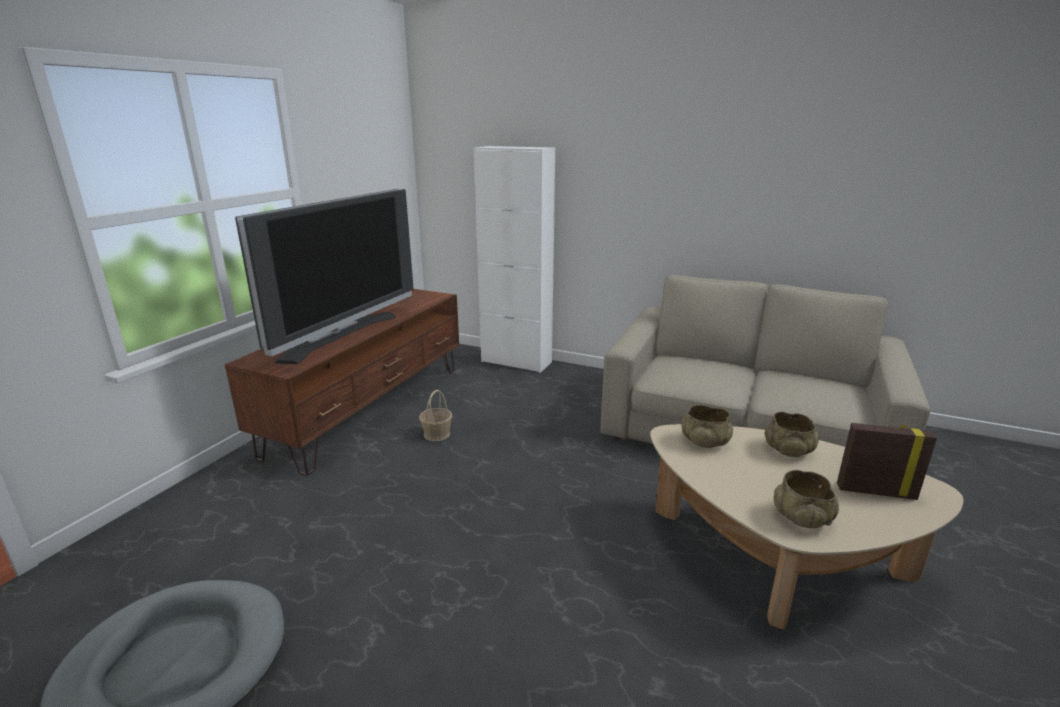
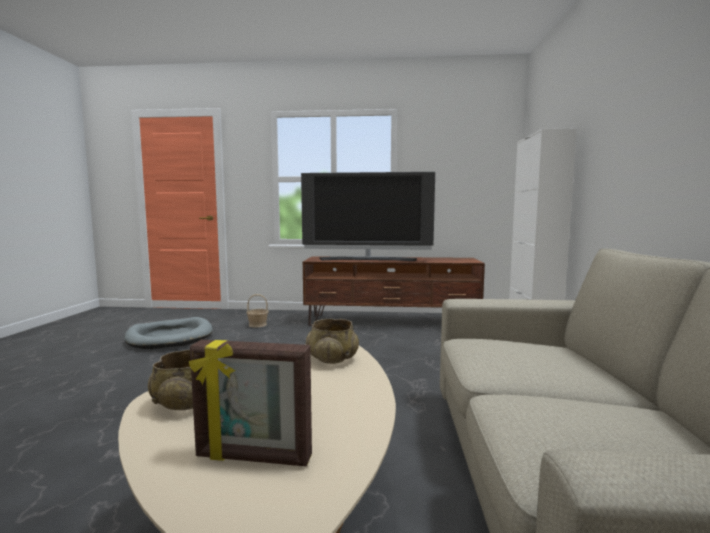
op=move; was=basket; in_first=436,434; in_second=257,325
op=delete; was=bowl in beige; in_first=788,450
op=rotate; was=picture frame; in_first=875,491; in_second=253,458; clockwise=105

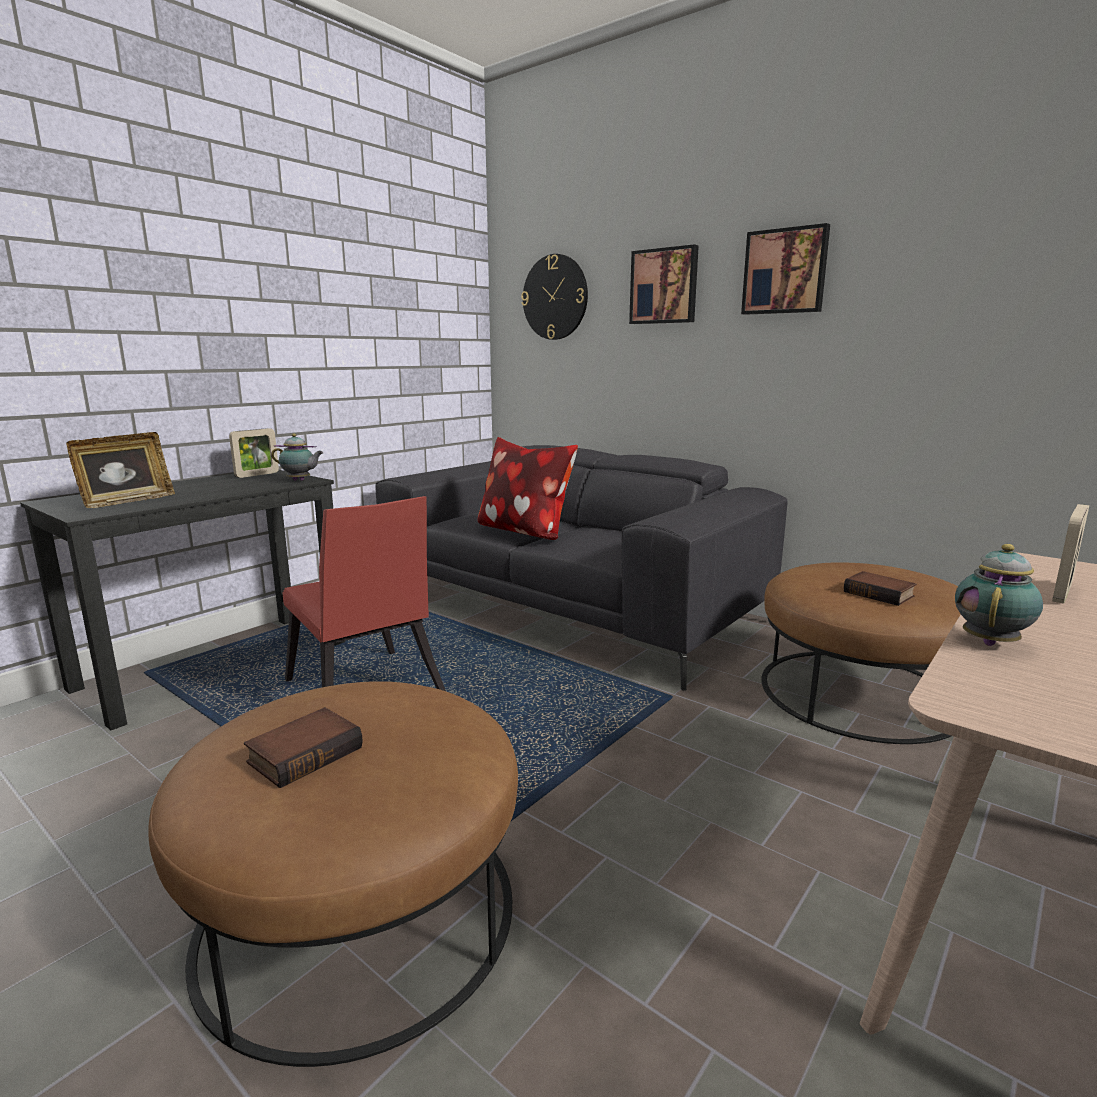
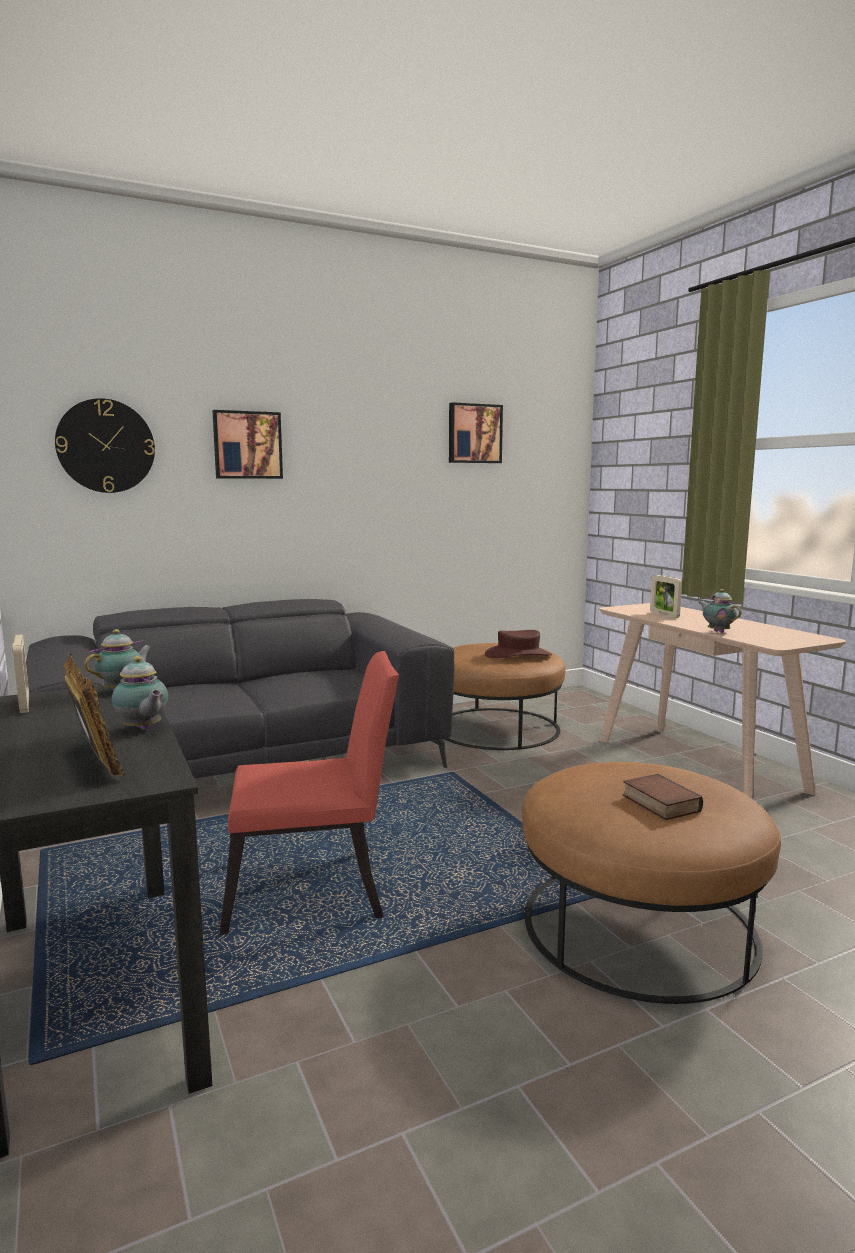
op=delete; was=pillow; in_first=524,532
op=move; was=picture; in_first=785,271; in_second=474,433
op=replace; was=book; now=hat in brown; in_first=880,594; in_second=518,655
op=insert; now=teapot; in_second=143,729

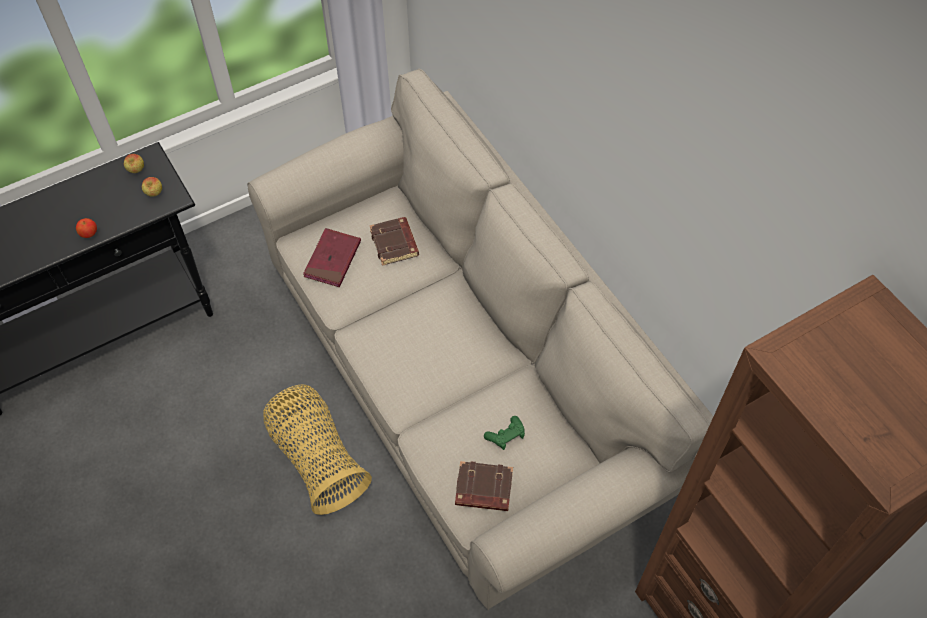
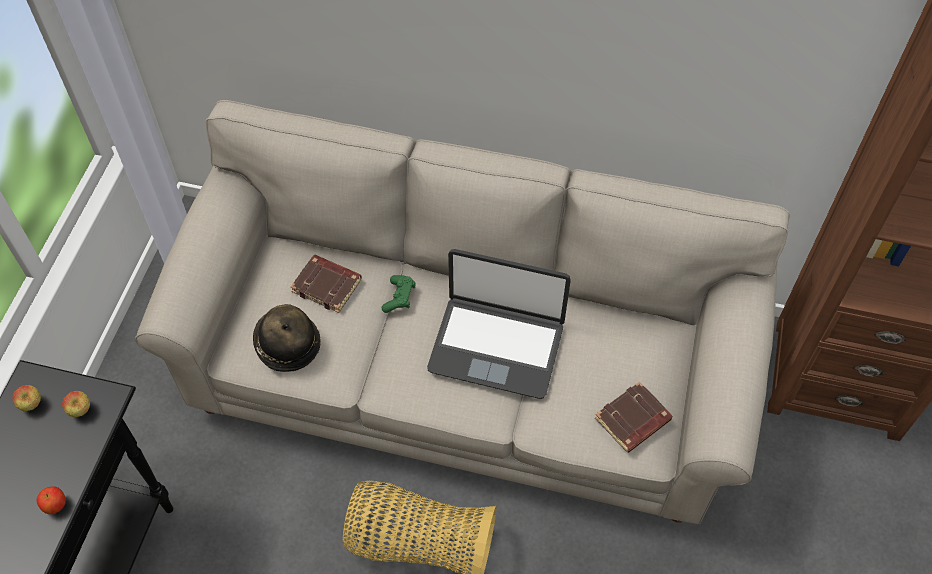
op=replace; was=book in red; now=hat; in_first=332,259; in_second=287,344
op=move; was=game controller in green; in_first=506,436; in_second=399,298
op=insert; now=laptop; in_second=496,346

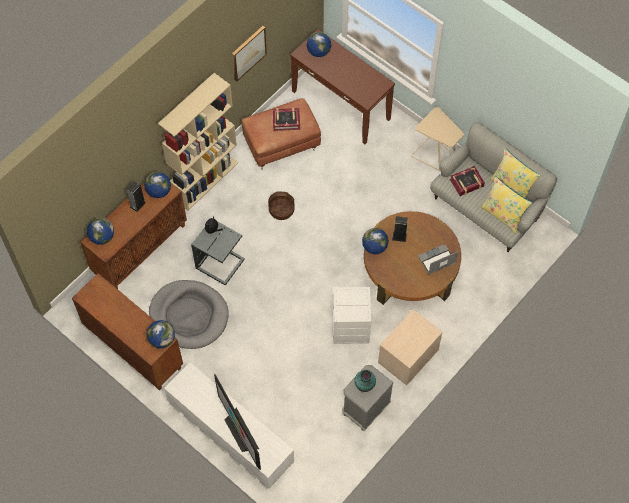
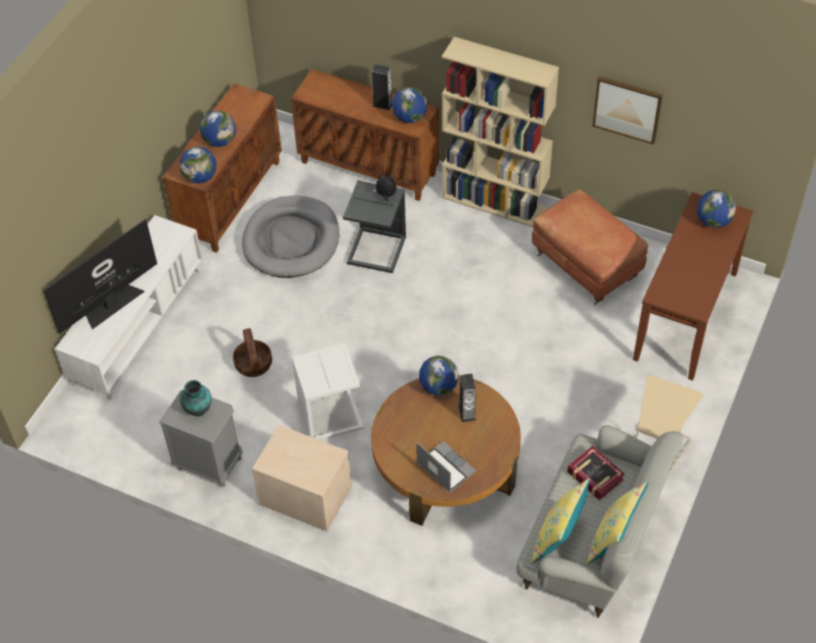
op=move; was=globe; in_first=102,237; in_second=220,141
op=move; was=basket; in_first=281,210; in_second=254,364
op=delete; was=book; in_first=286,121

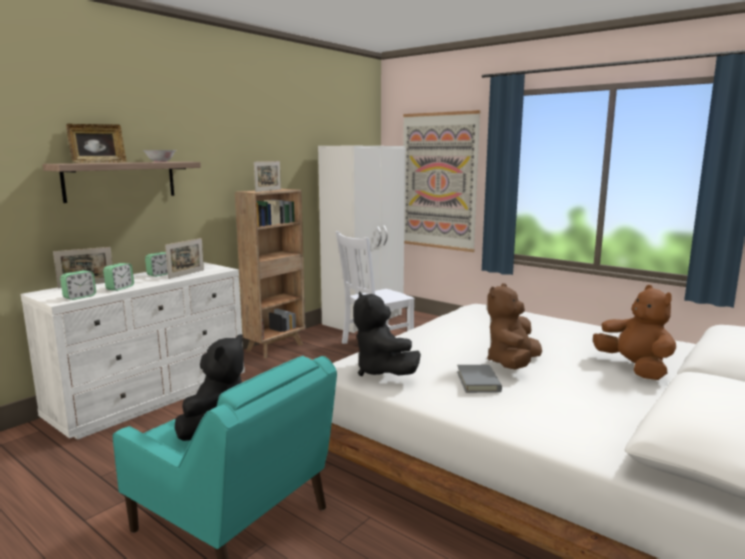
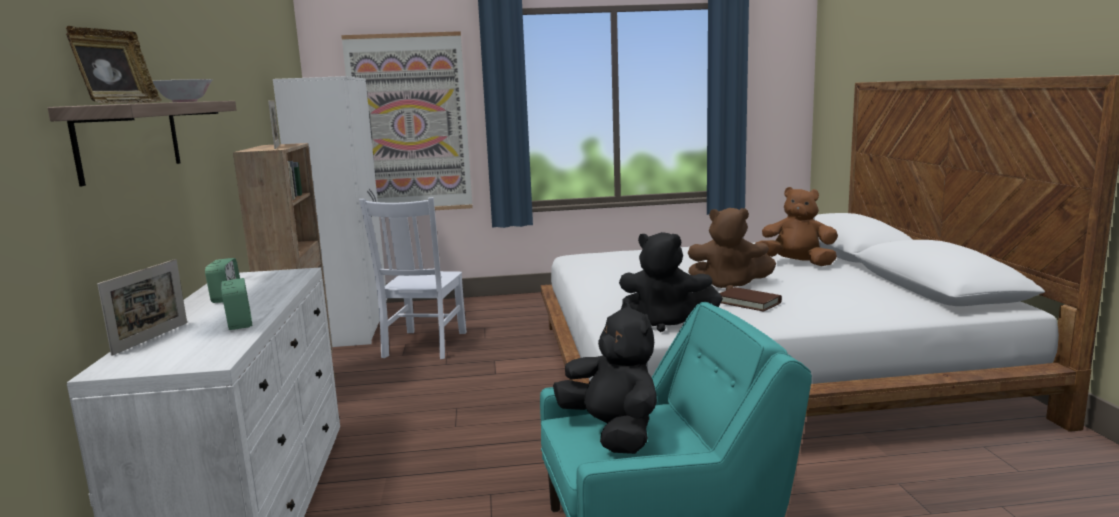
op=delete; was=alarm clock; in_first=79,297
op=delete; was=picture frame; in_first=186,274
op=recolor; was=book in grey; now=book in brown; in_first=478,381; in_second=749,302
op=rotate; was=plush toy in brown; in_first=512,364; in_second=729,285; clockwise=-60

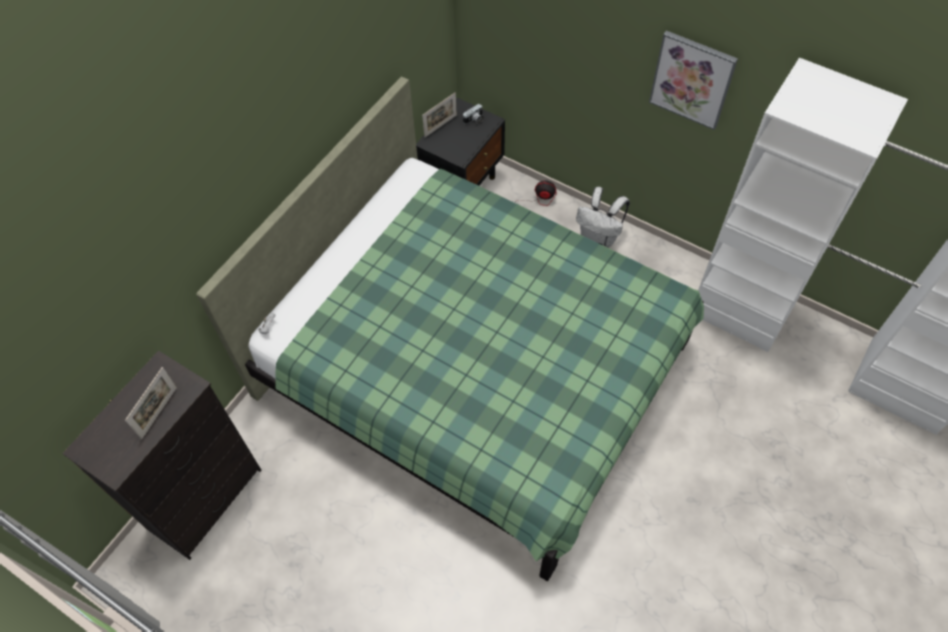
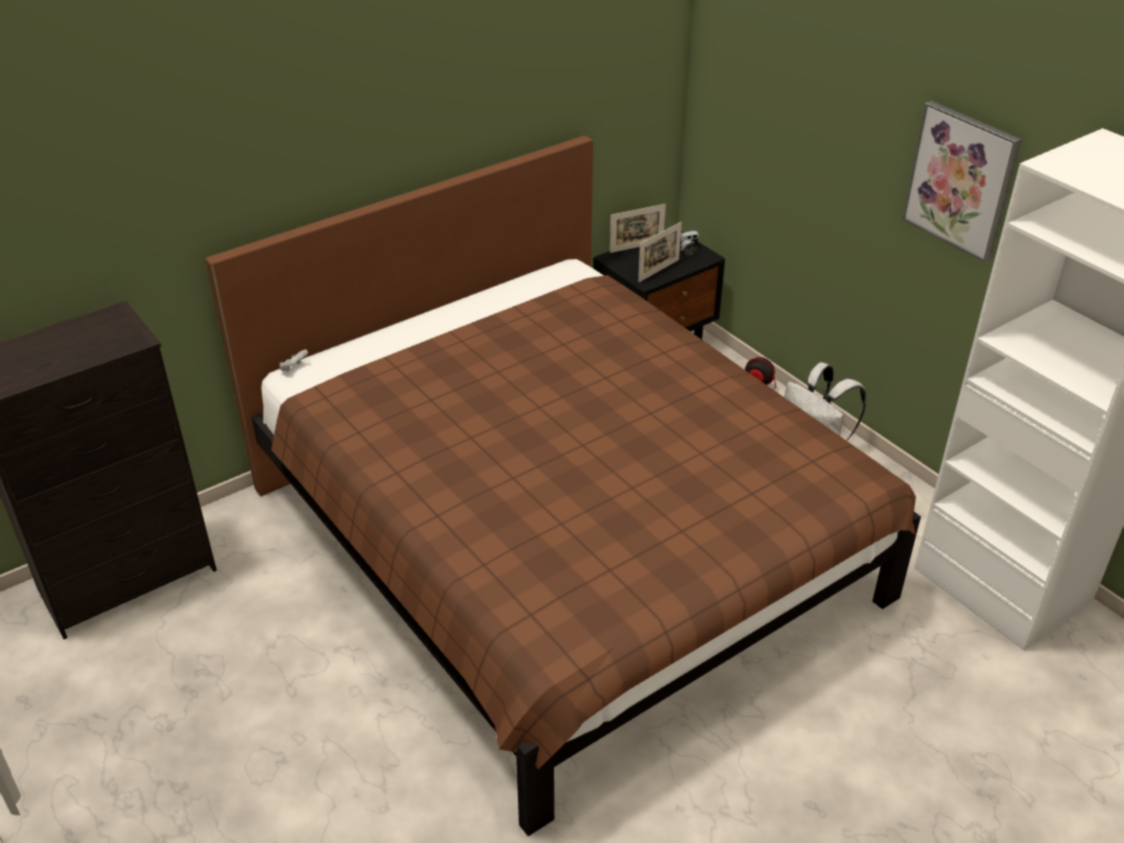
op=move; was=picture frame; in_first=159,412; in_second=658,271
op=recolor; was=bed in green; now=bed in brown; in_first=474,369; in_second=561,544

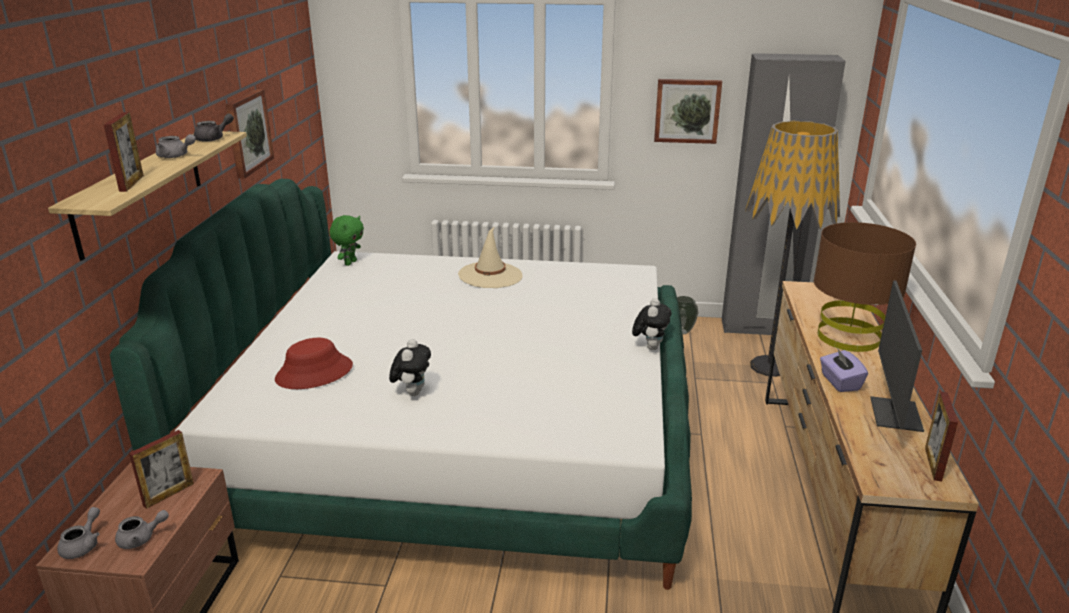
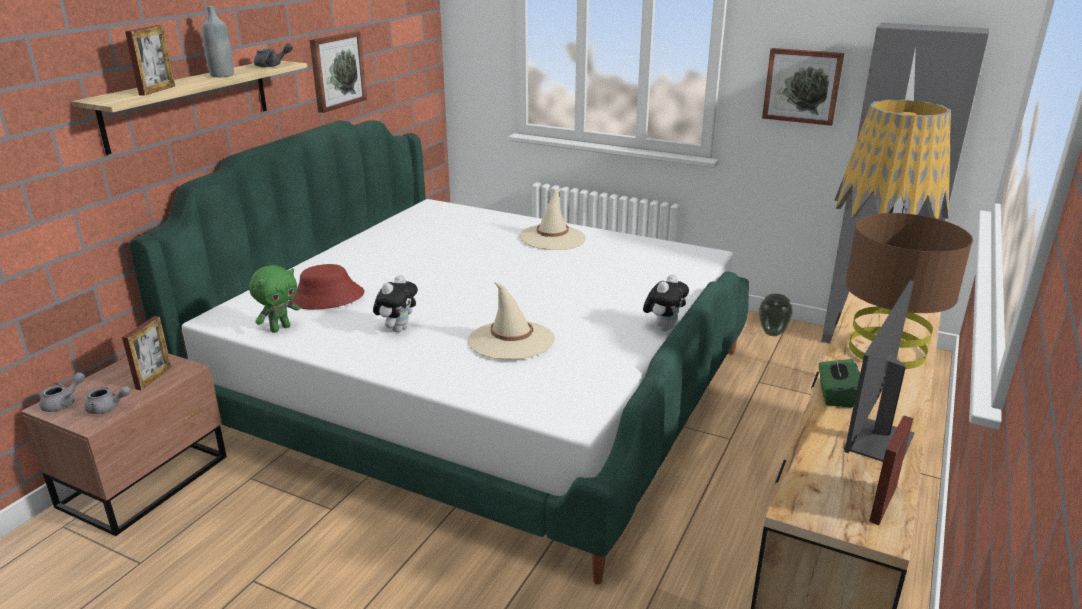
op=rotate; was=picture frame; in_first=168,494; in_second=154,378; clockwise=-45
op=replace; was=teapot in grey; now=bottle in grey; in_first=176,156; in_second=222,75
op=move; was=plush toy in green; in_first=350,262; in_second=280,328
op=recolor; was=tissue box in purple; now=tissue box in green; in_first=839,382; in_second=835,395
op=insert; now=hat in beige; in_second=511,341

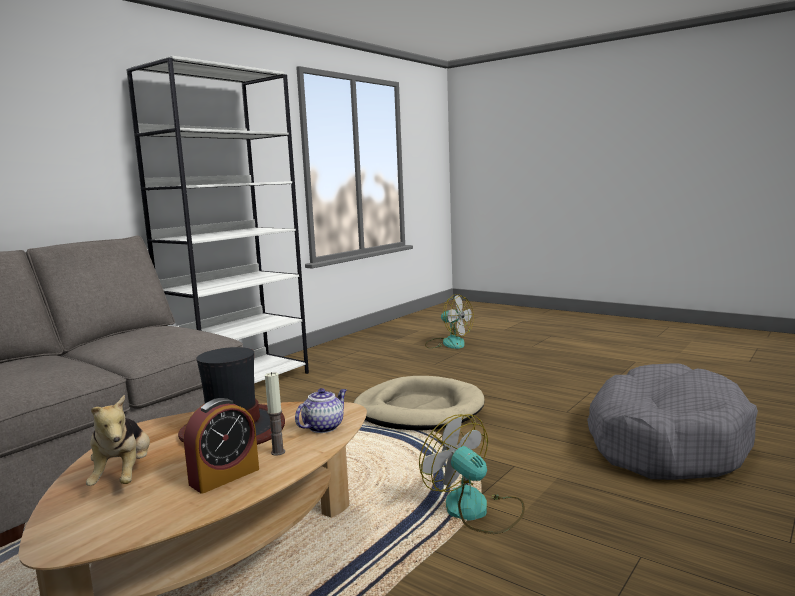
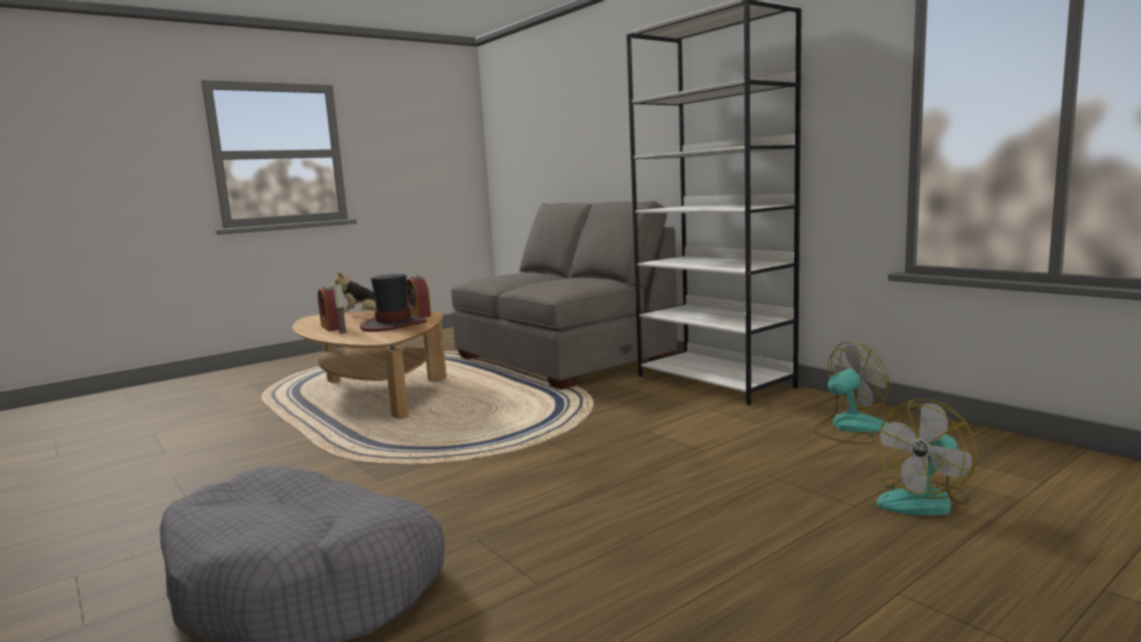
op=delete; was=teapot; in_first=323,427
op=delete; was=dog bed in beige; in_first=418,409
op=move; was=fan; in_first=476,510; in_second=849,428
op=insert; now=alarm clock; in_second=419,315

